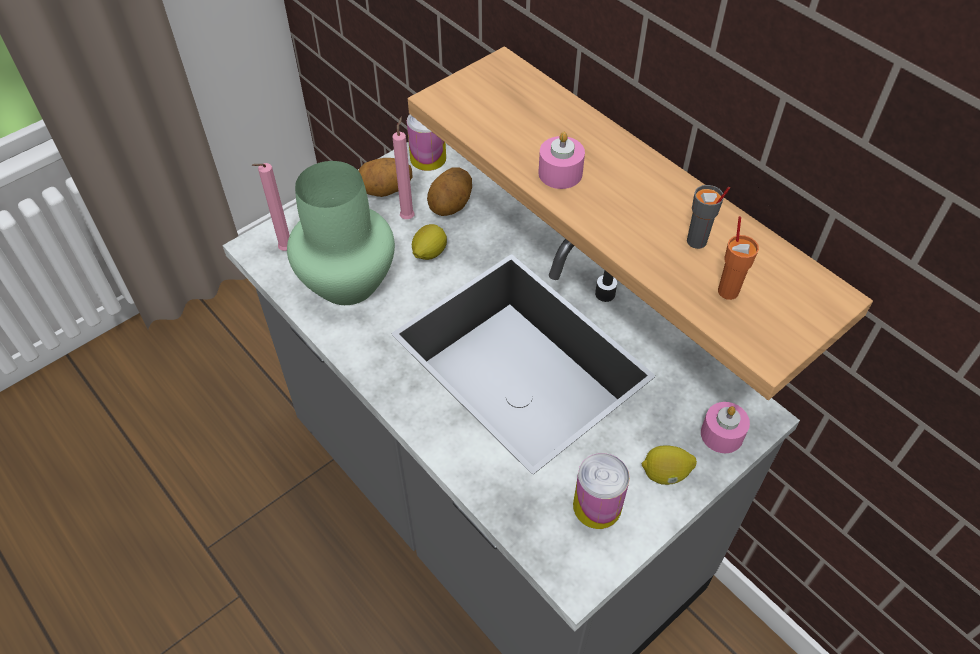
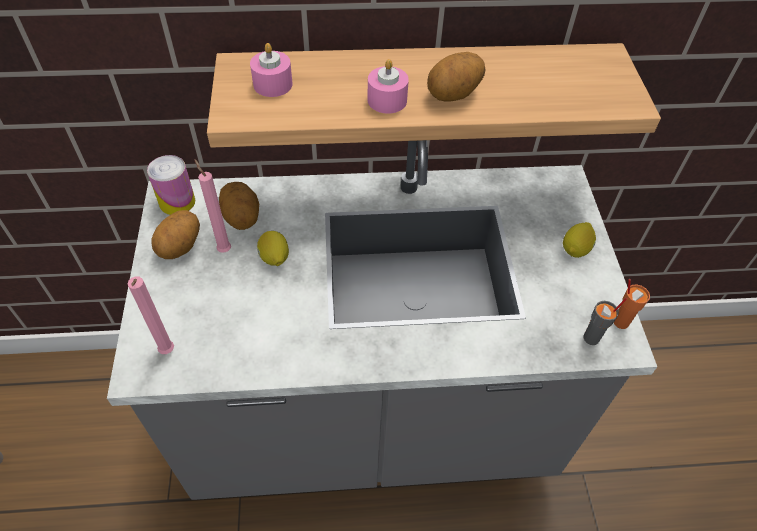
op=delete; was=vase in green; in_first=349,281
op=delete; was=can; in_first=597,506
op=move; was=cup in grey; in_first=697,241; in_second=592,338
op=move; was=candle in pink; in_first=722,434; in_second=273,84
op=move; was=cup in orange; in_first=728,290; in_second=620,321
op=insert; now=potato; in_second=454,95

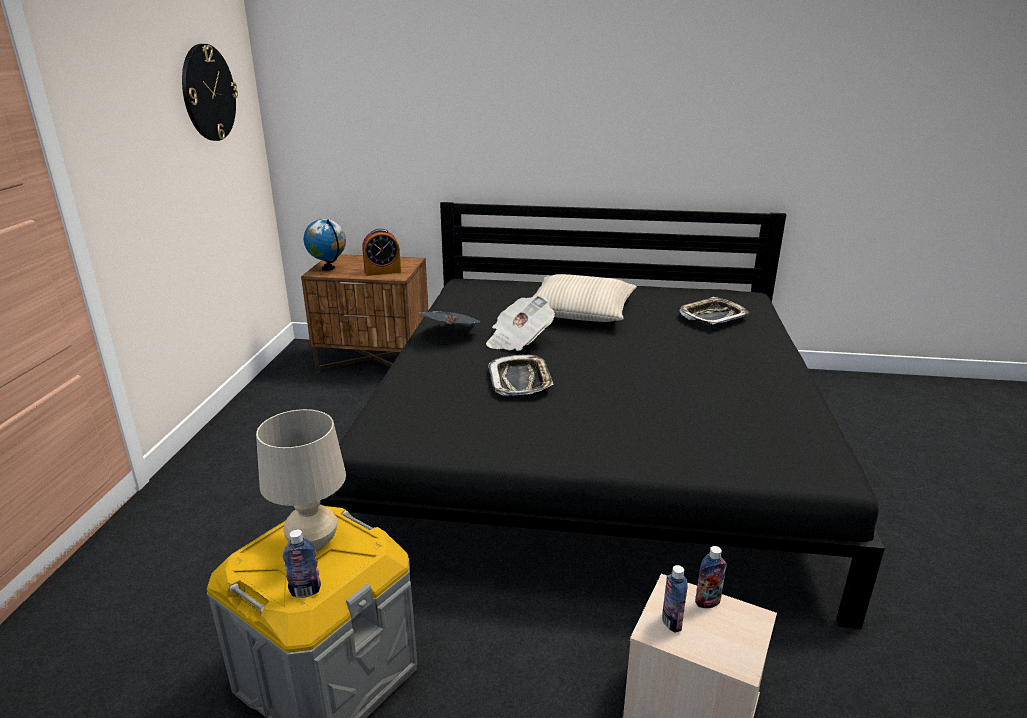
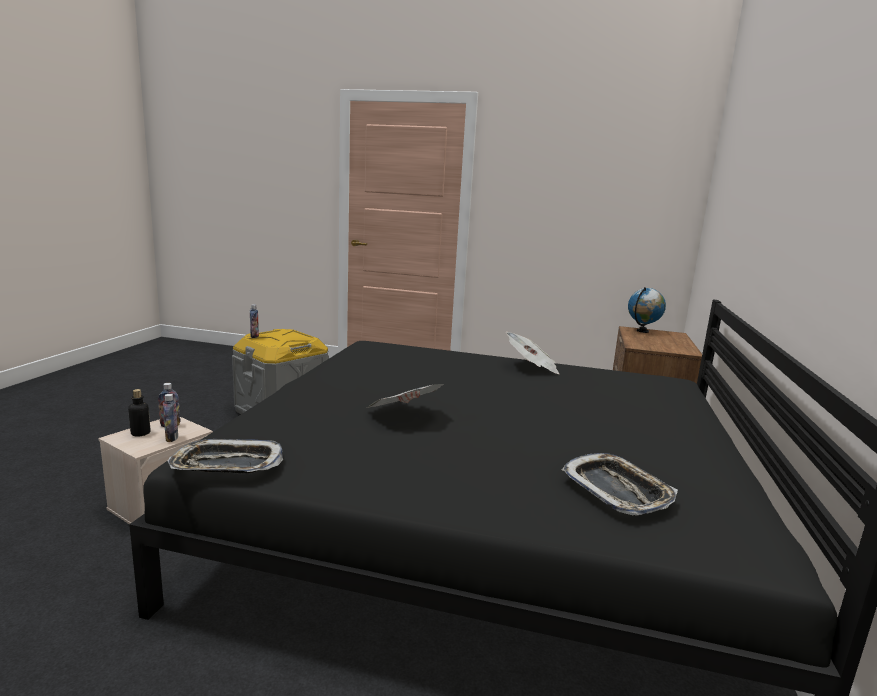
op=delete; was=wall clock; in_first=208,93
op=delete; was=table lamp in beige; in_first=313,543
op=delete; was=alarm clock; in_first=382,272
op=move; was=newspaper; in_first=518,340; in_second=403,415
op=move; was=tray; in_first=520,381; in_second=227,465
op=delete; was=pillow in beige; in_first=579,311
op=insert; now=bottle; in_second=140,433

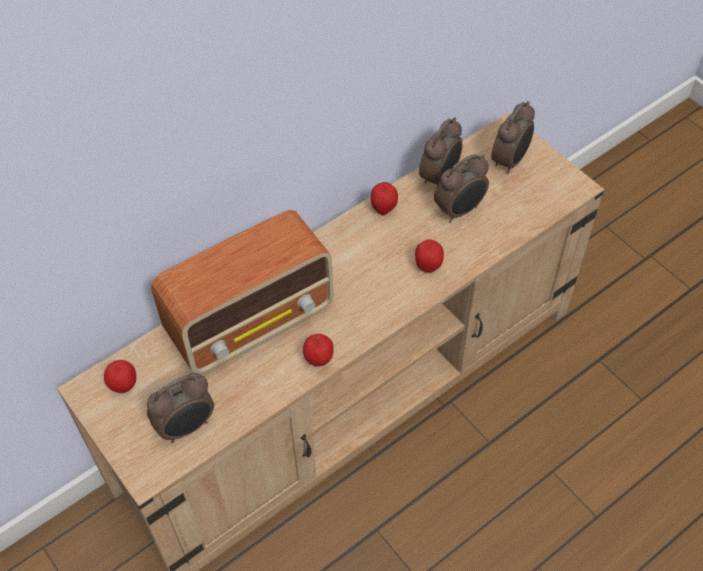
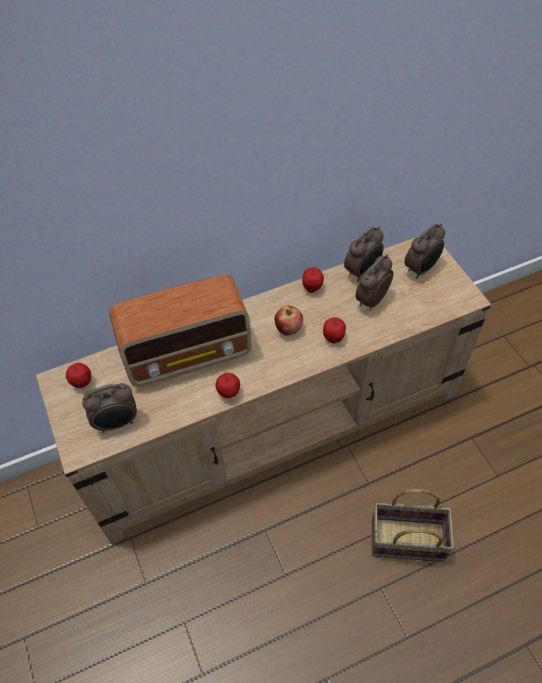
op=rotate; was=alarm clock; in_first=460,210; in_second=371,300; clockwise=150
op=insert; now=apple; in_second=288,329
op=insert; now=basket; in_second=405,541

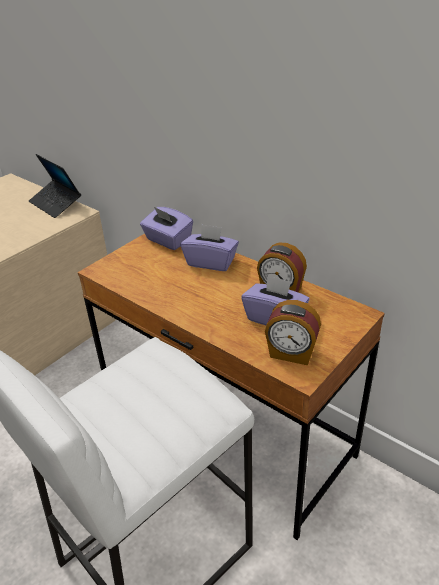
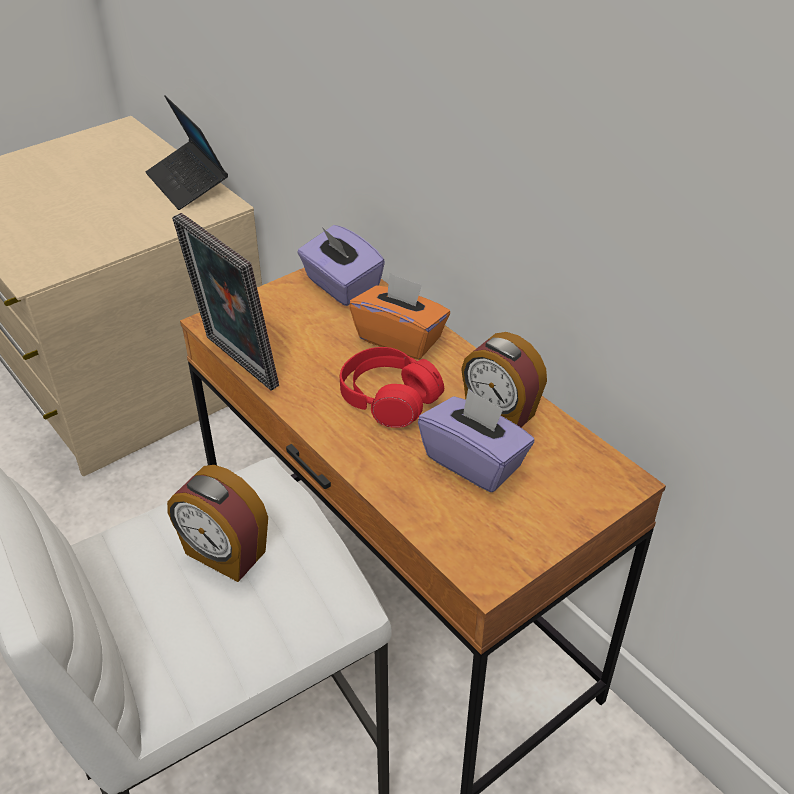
op=recolor; was=tissue box in purple; now=tissue box in orange; in_first=211,262; in_second=400,338
op=move; was=alarm clock; in_first=291,353; in_second=224,554
op=insert; now=picture frame; in_second=235,364
op=insert; now=headphones in red; in_second=389,399

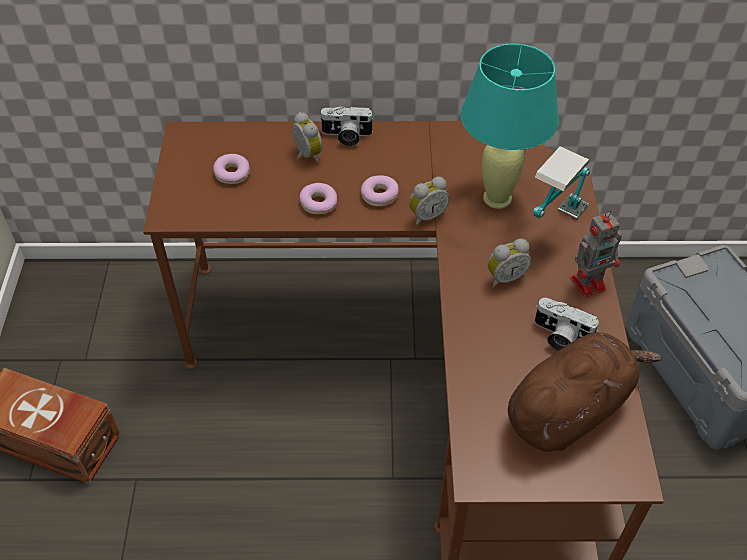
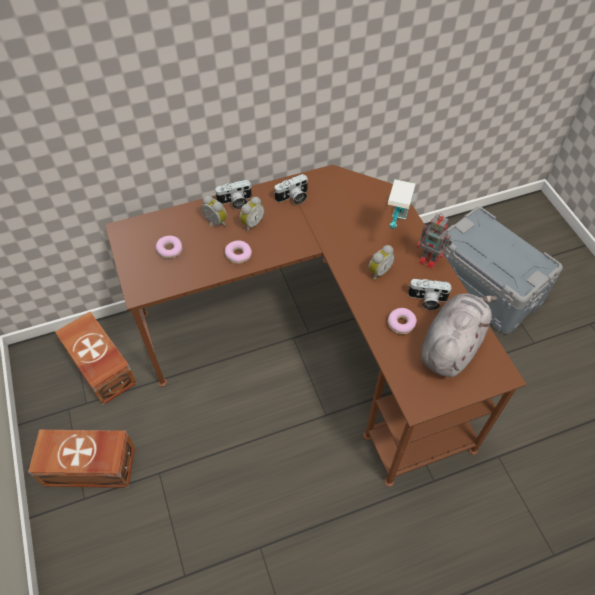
op=move; was=donut; in_first=379,195; in_second=401,323
op=move; was=alarm clock; in_first=426,216; in_second=251,223
op=delete; was=table lamp in turquoise; in_first=497,198
op=recolor; was=plush toy in brown; now=plush toy in grey; in_first=569,409; in_second=451,345
op=rotate; was=toy robot; in_first=589,283; in_second=430,260; clockwise=75
op=insert; now=storage box in brown; in_second=100,368
op=insert; now=photo camera; in_second=293,198

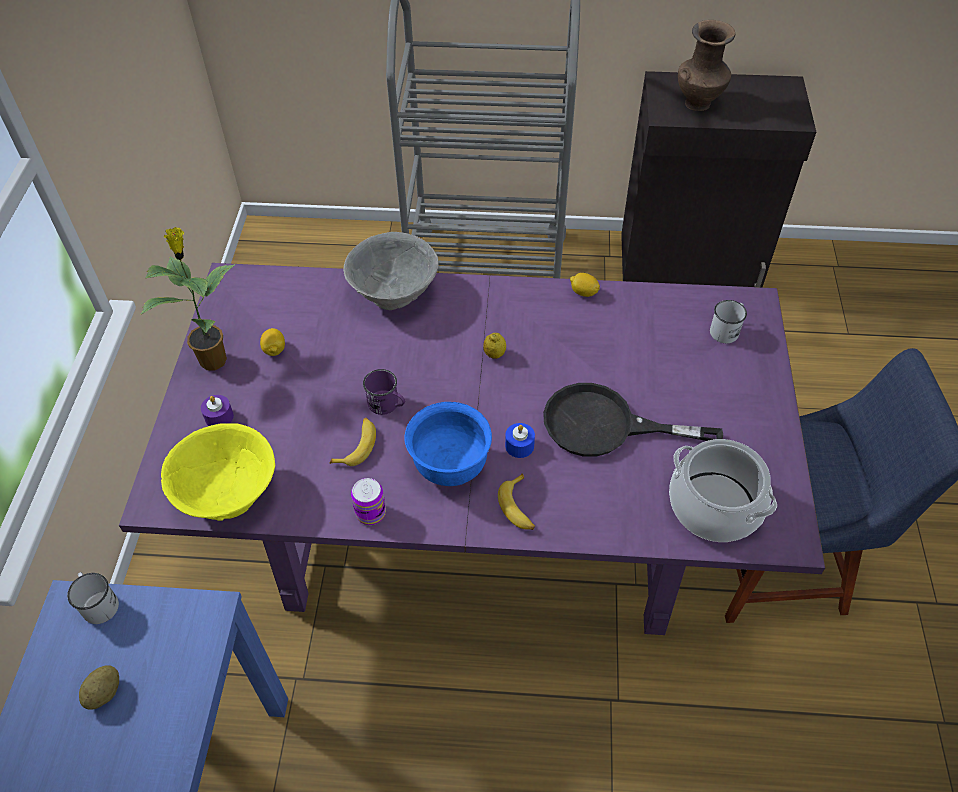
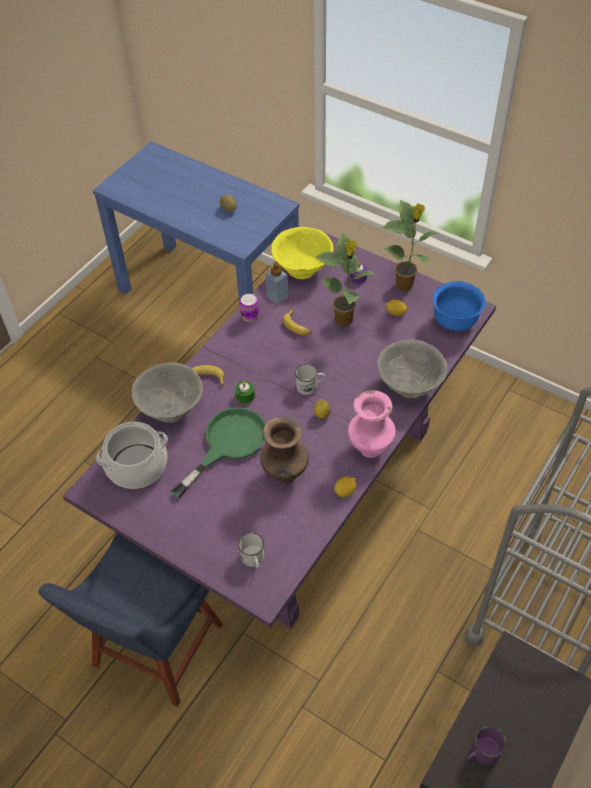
op=move; was=mug in white; in_first=98,603; in_second=310,386
op=move; was=mug in purple; in_first=387,405; in_second=482,753
op=move; was=bowl in blue; in_first=450,465; in_second=455,322
op=recolor; was=candle in blue; now=candle in green; in_first=519,445; in_second=245,396
op=recolor; was=frying pan in black; now=frying pan in green; in_first=605,426; in_second=228,444
op=move; was=vase in brown; in_first=698,103; in_second=285,475
op=insert; now=bowl in grey; in_second=170,408
op=insert; now=soap dispenser; in_second=277,296
op=insert; now=potted plant; in_second=344,320
op=insert; now=vase in pink; in_second=370,449

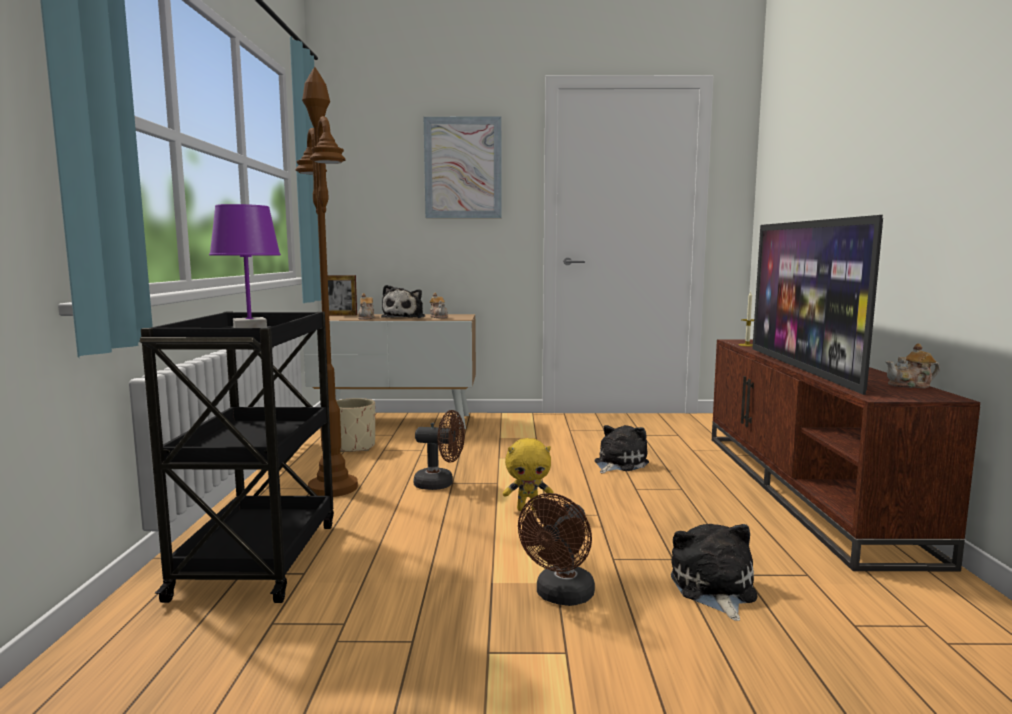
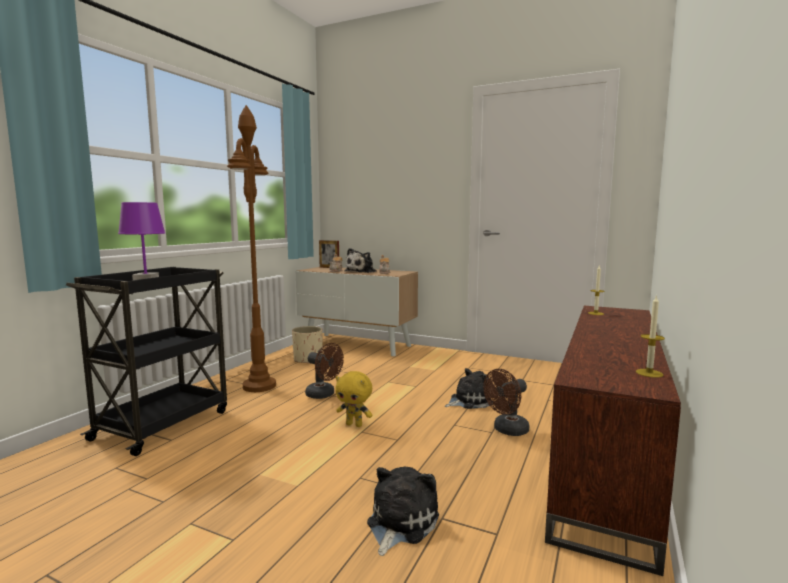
op=delete; was=picture; in_first=463,168
op=move; was=fan in brown; in_first=561,597; in_second=507,430
op=delete; was=television; in_first=803,369
op=replace; was=teapot; now=candle; in_first=911,385; in_second=649,373

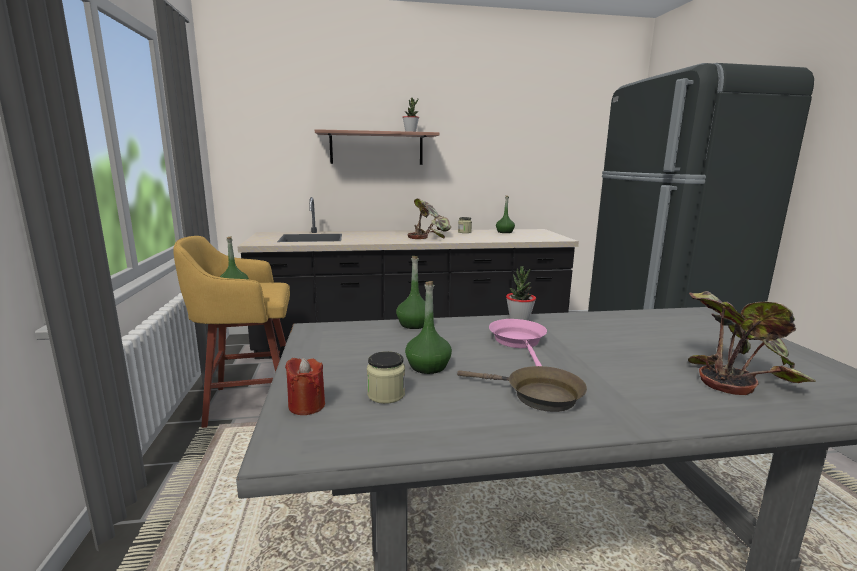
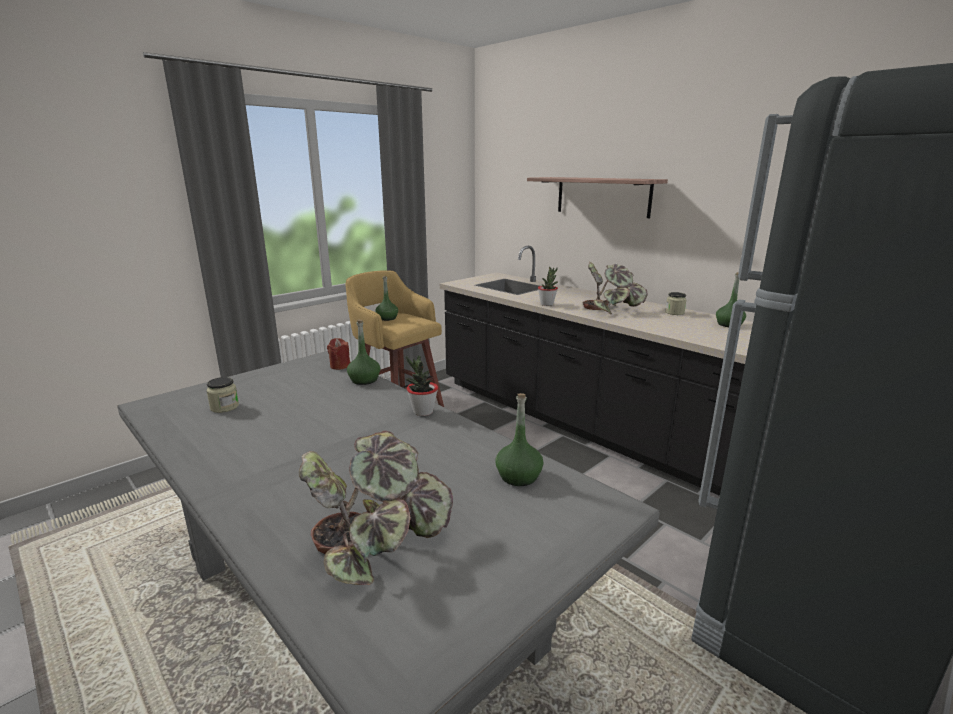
op=move; was=candle in red; in_first=306,406; in_second=340,366
op=move; was=potted plant; in_first=410,132; in_second=547,304
op=move; was=bottle in green; in_first=428,366; in_second=518,476
op=delete; was=frying pan in brown; in_first=537,395
op=delete; was=frying pan in pink; in_first=519,342

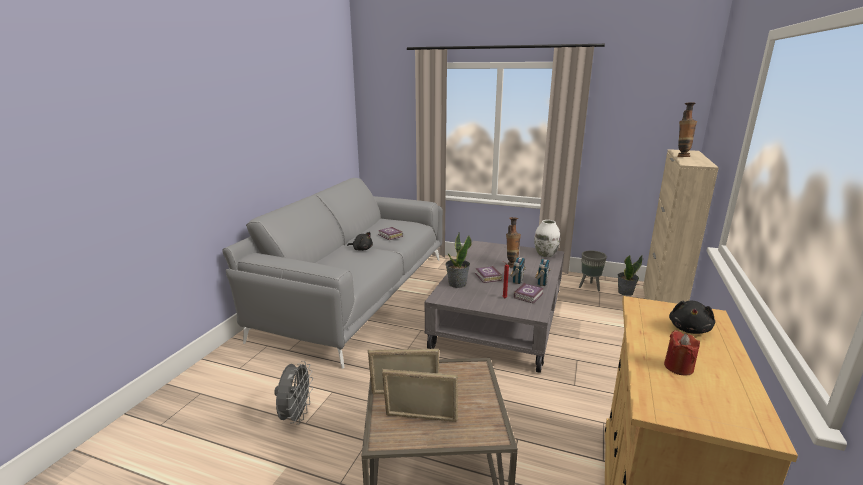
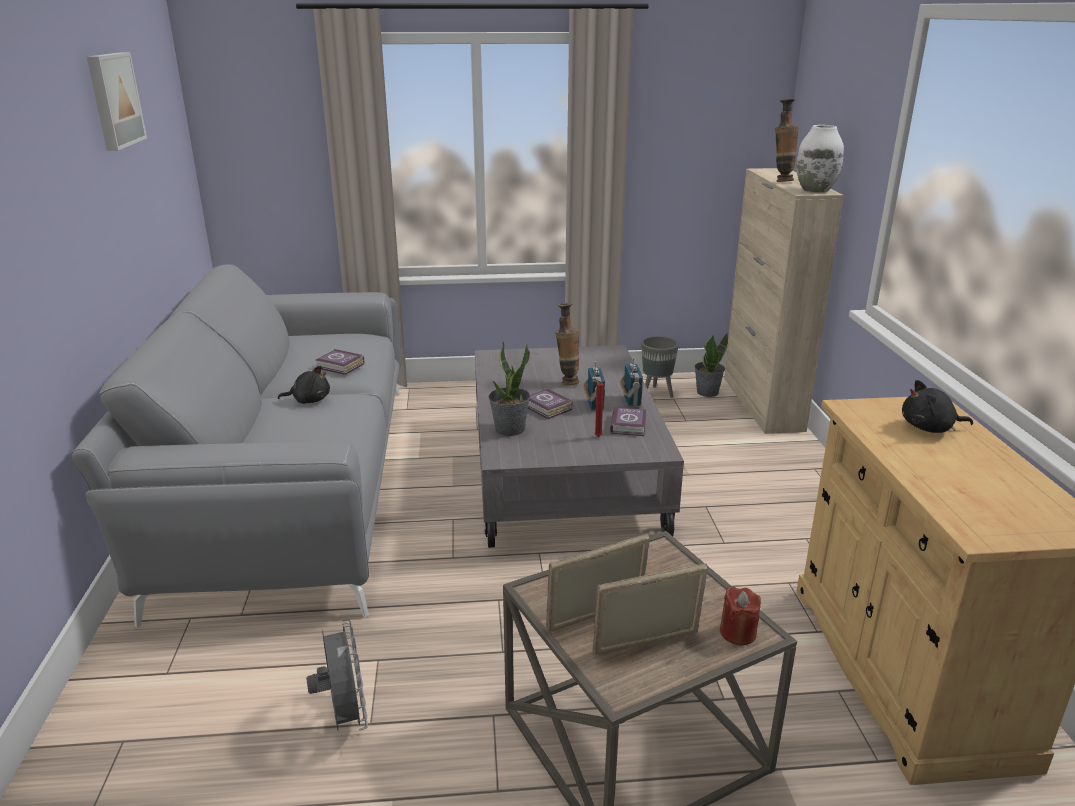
op=move; was=vase in white; in_first=545,254; in_second=815,190
op=move; was=candle in red; in_first=678,367; in_second=737,633
op=rotate; was=plush toy in black; in_first=689,329; in_second=930,428; clockwise=90
op=insert; now=picture; in_second=113,100

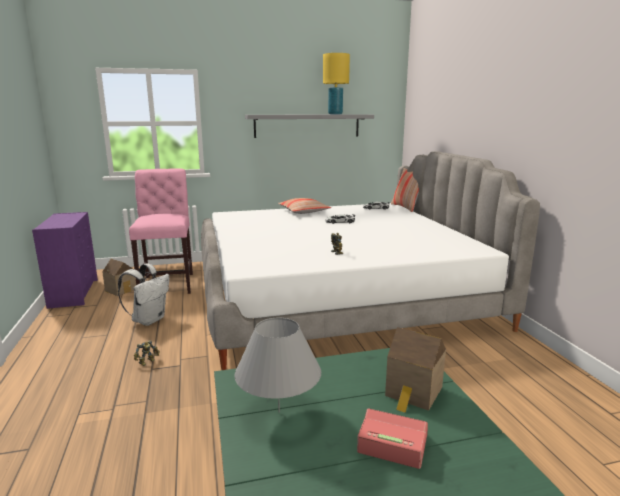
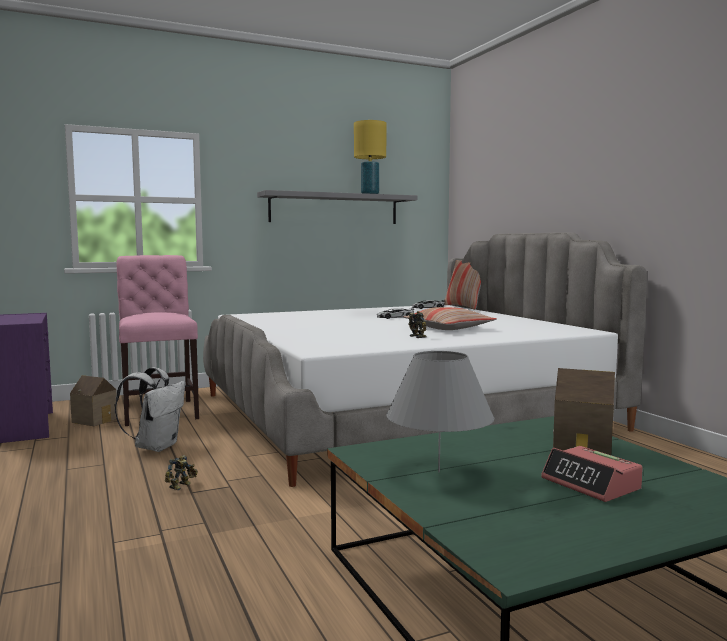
op=move; was=pillow; in_first=303,211; in_second=448,328
op=rotate; was=alarm clock; in_first=392,444; in_second=591,484; clockwise=-135

